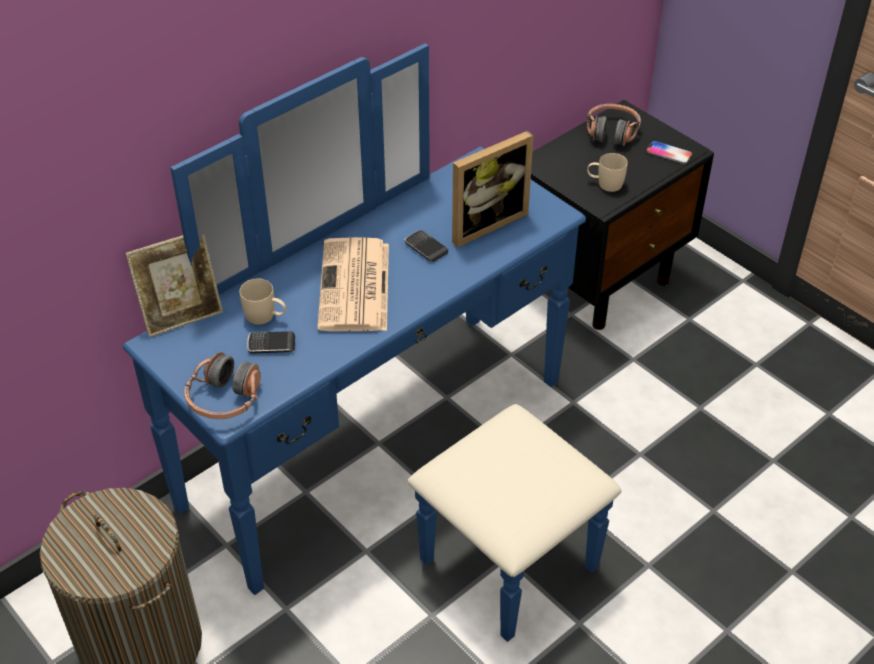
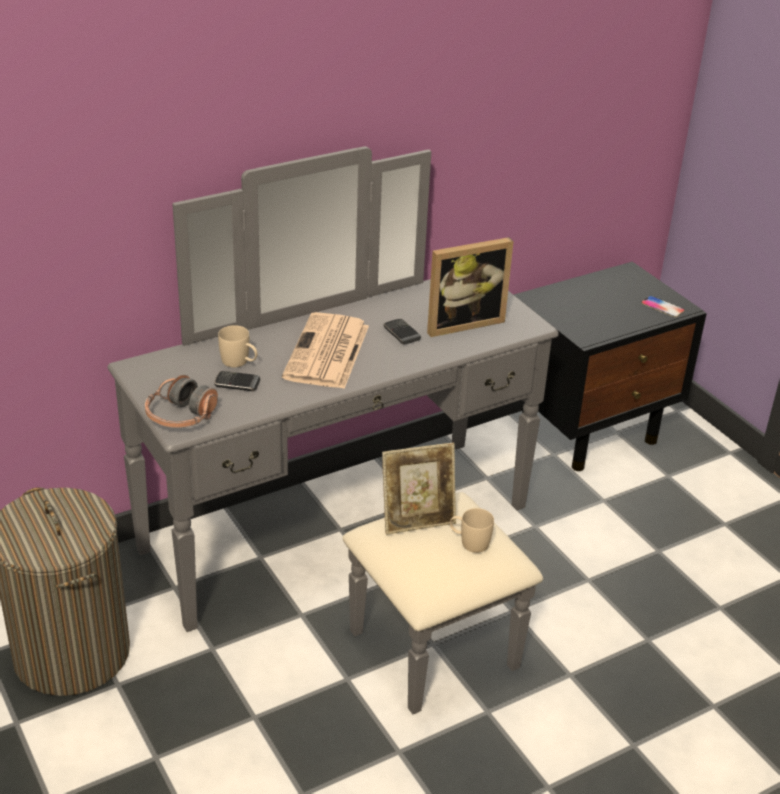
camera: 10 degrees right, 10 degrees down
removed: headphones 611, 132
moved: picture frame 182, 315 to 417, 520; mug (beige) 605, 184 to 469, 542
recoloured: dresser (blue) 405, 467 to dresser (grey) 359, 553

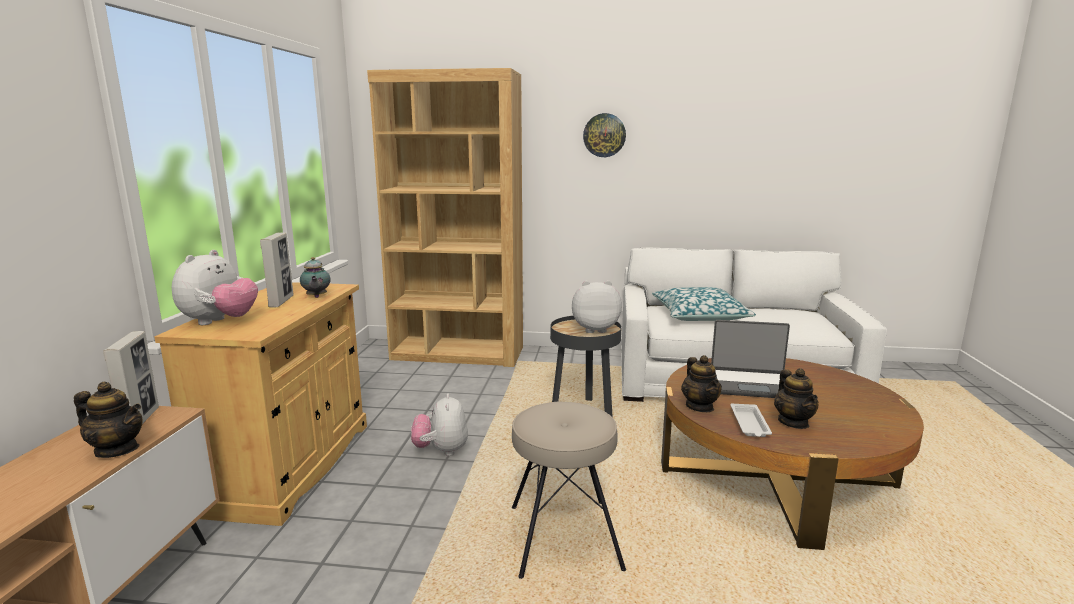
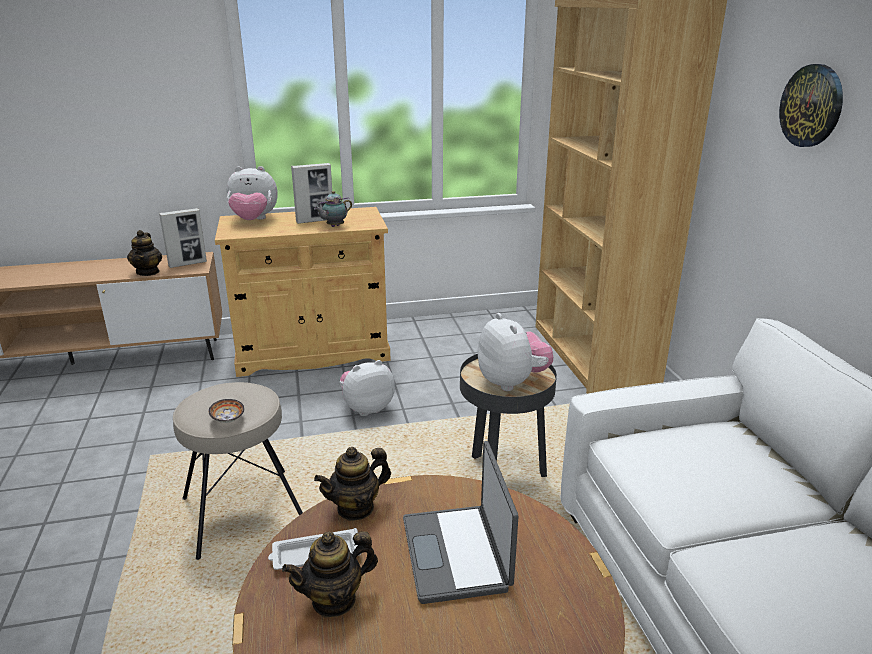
camera: 70 degrees right, 10 degrees up
removed: pillow 700, 315
added: bowl 228, 419

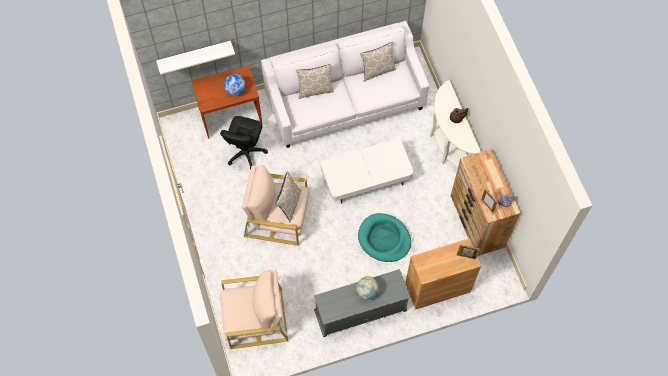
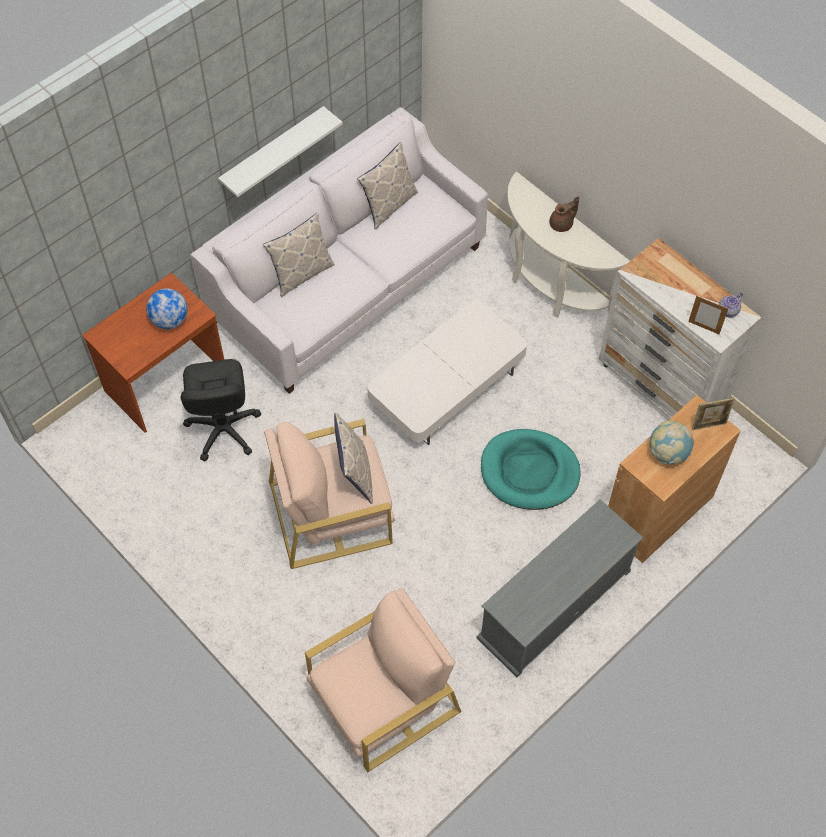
camera: 25 degrees left, 5 degrees down
moved: shelf (white) 194, 55 to 273, 151; globe 367, 291 to 668, 453
recoloured: dresser (brown) 476, 224 to dresser (white) 661, 386

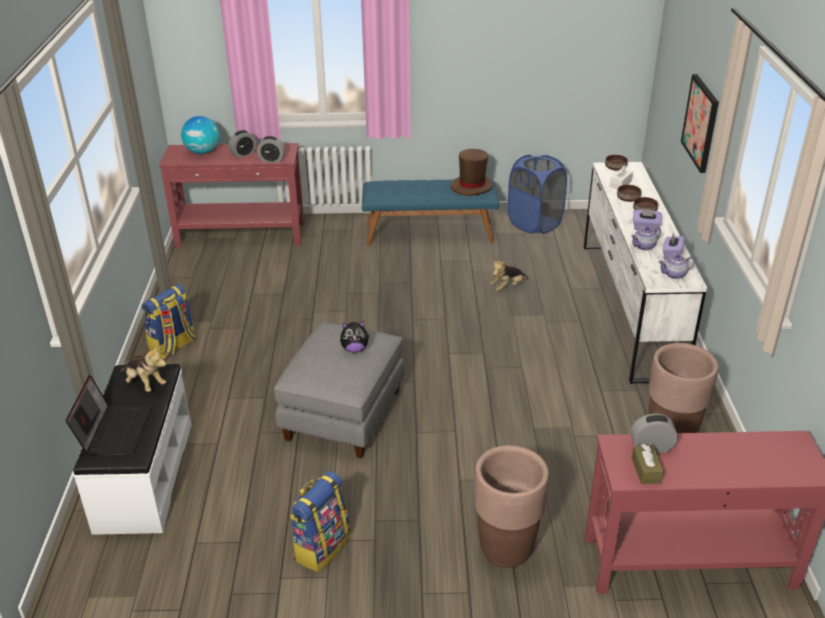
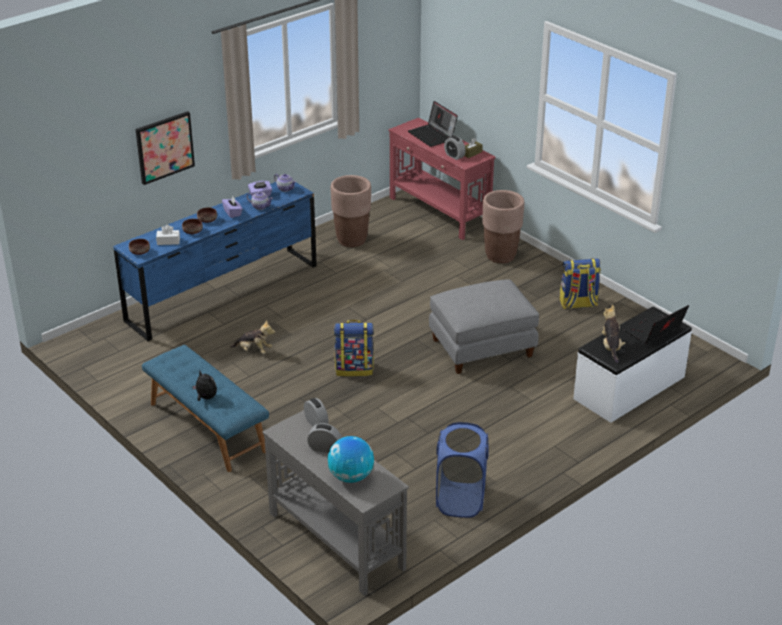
camera: 130 degrees left, 0 degrees up
removed: hat (brown) 472, 187
added: laptop 433, 135
moved: plush toy 354, 349 to 205, 397; backpack 173, 346 to 354, 369; laundry basket (blue) 534, 223 to 460, 500
recoloured: dresser (white) 629, 307 to dresser (blue) 223, 293; console table (red) 241, 235 to console table (grey) 336, 540

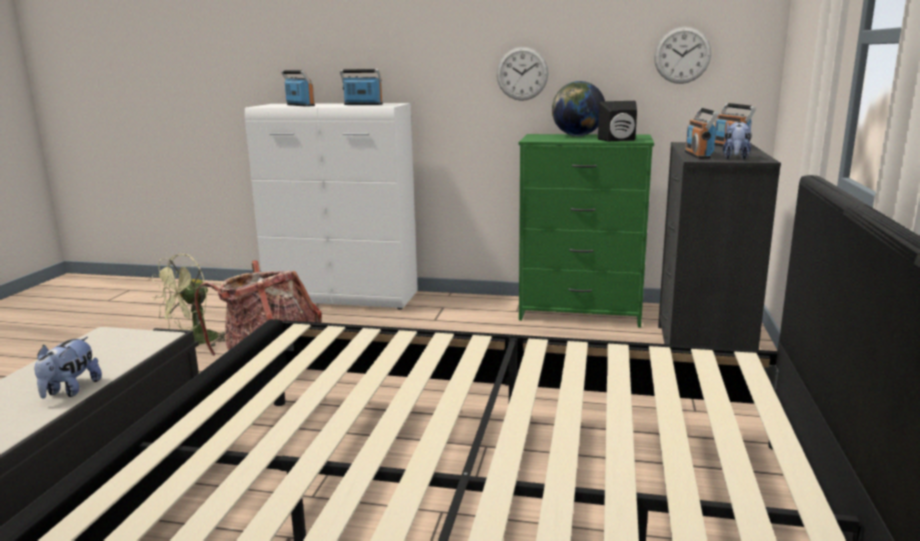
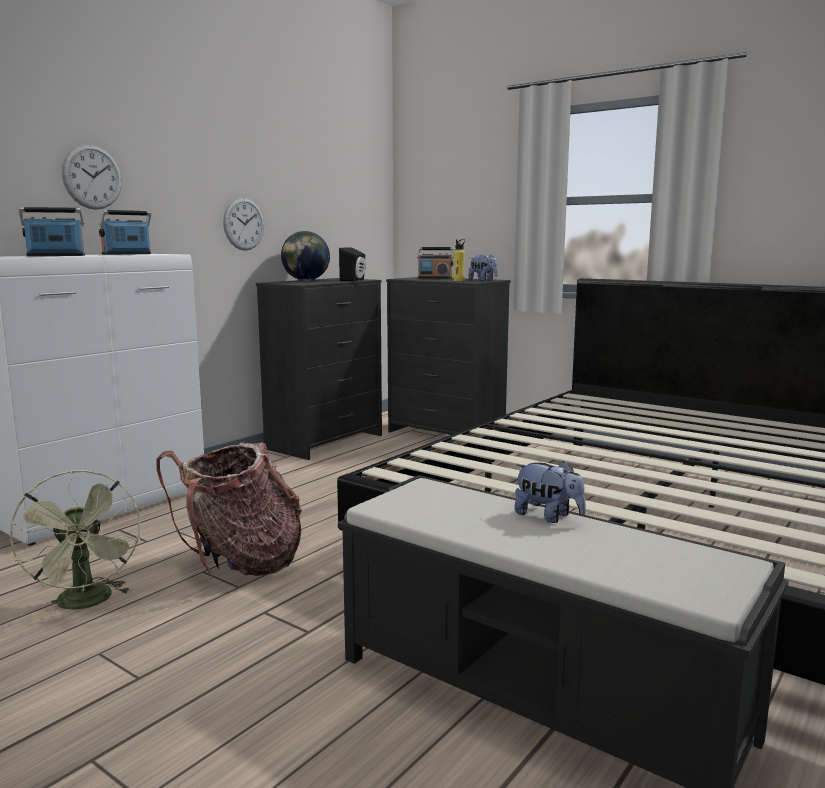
camera: 65 degrees left, 5 degrees down
moved: wall clock 682, 55 to 92, 177
replaced: radio 698, 155 to bottle (yellow) 459, 281
recoloured: dresser (green) 580, 312 to dresser (black) 325, 442

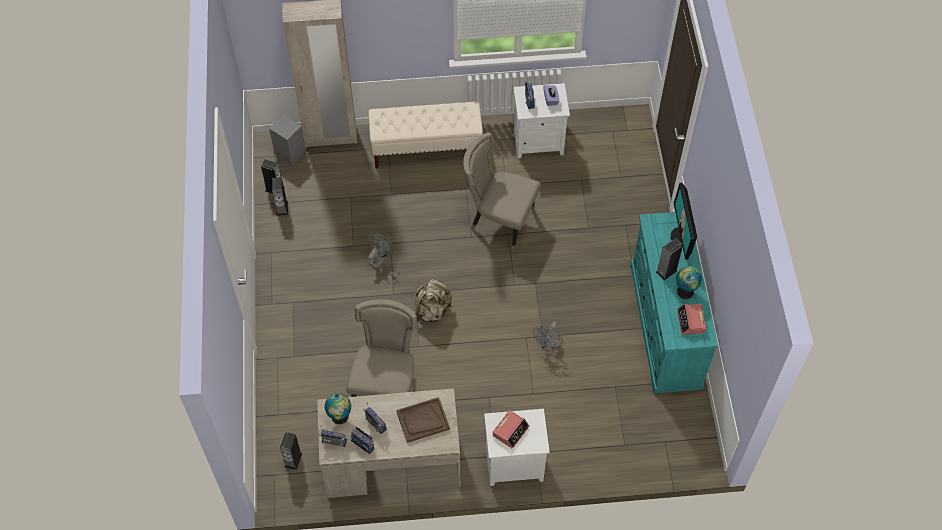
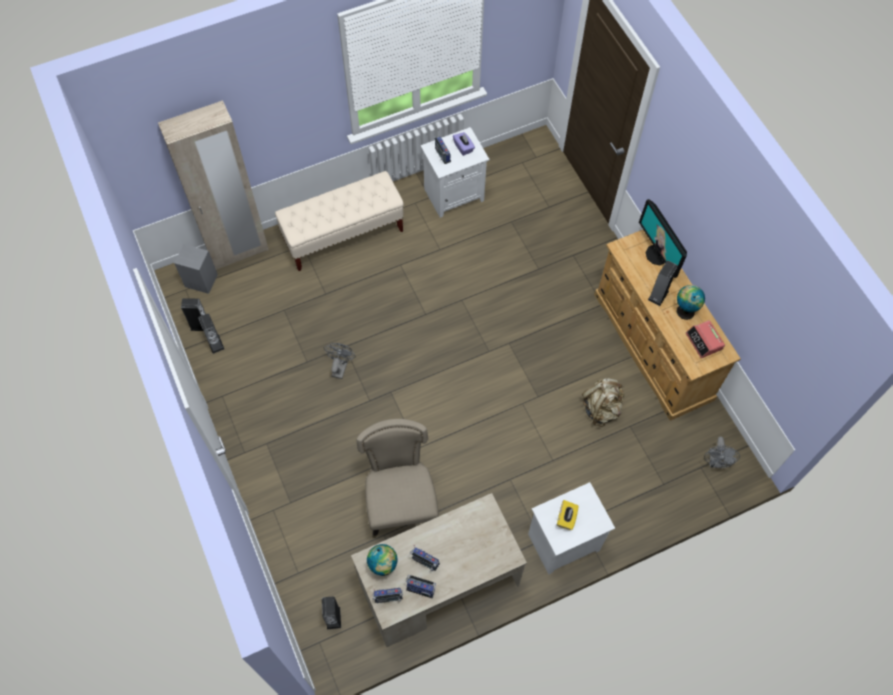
camera: 20 degrees left, 5 degrees up
removed: tray (brown) 423, 420; chair (beige) 499, 220
moved: backpack (beige) 432, 310 to 601, 408; fan (grey) 548, 345 to 715, 462
replaced: alarm clock 510, 431 to tissue box (yellow) 566, 518
recoloured: dresser (turquoise) 665, 326 to dresser (beige) 653, 347

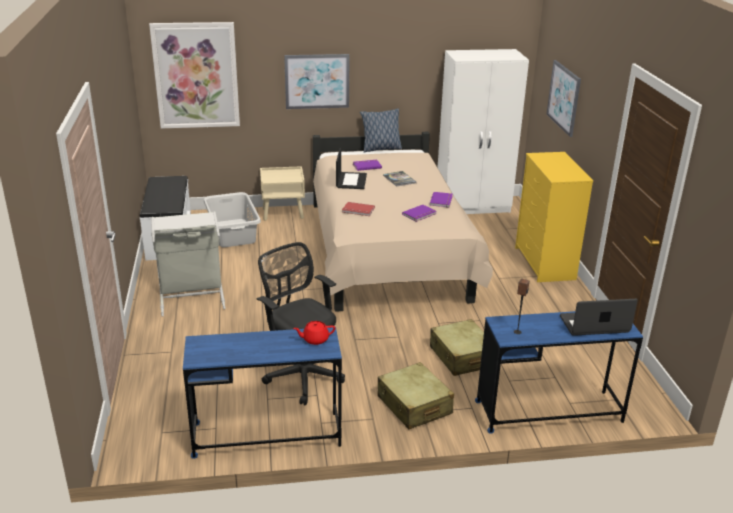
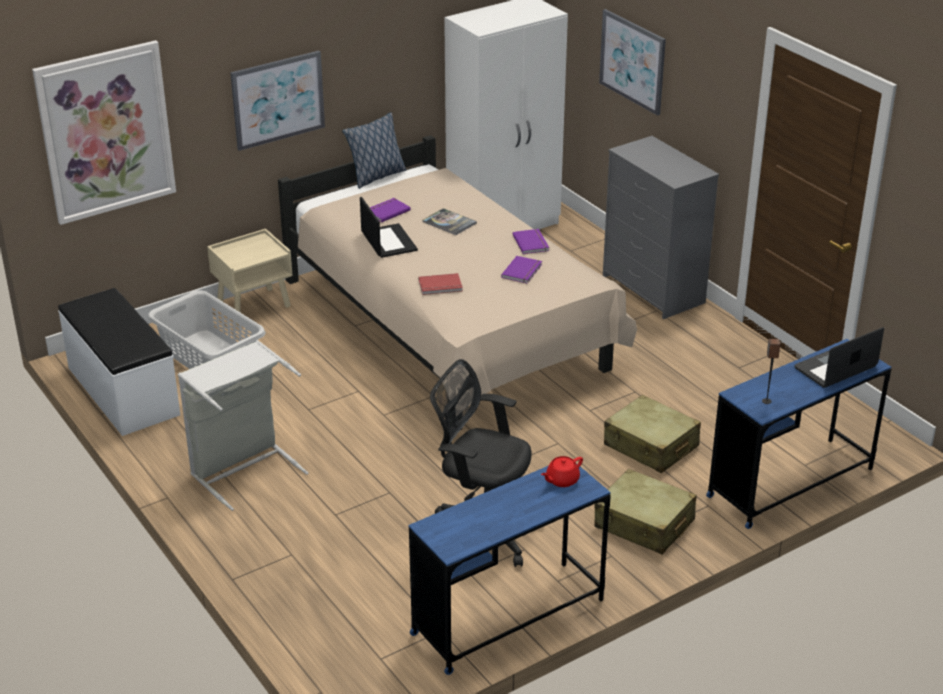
camera: 25 degrees left, 5 degrees up
recoloured: dresser (yellow) 545, 263 to dresser (grey) 654, 290

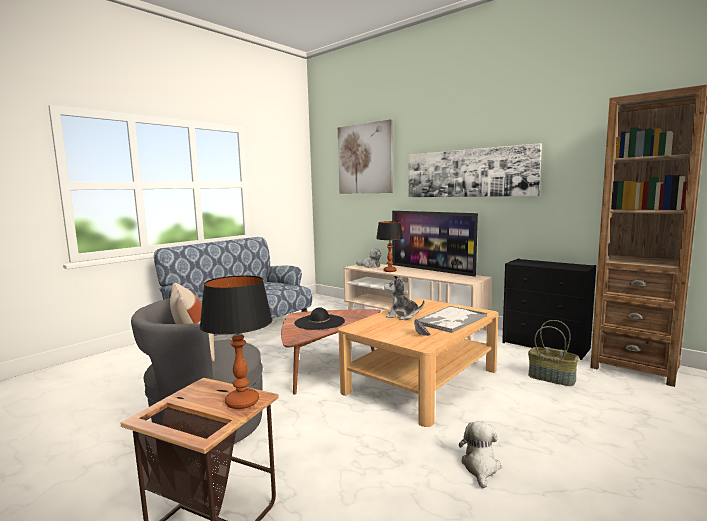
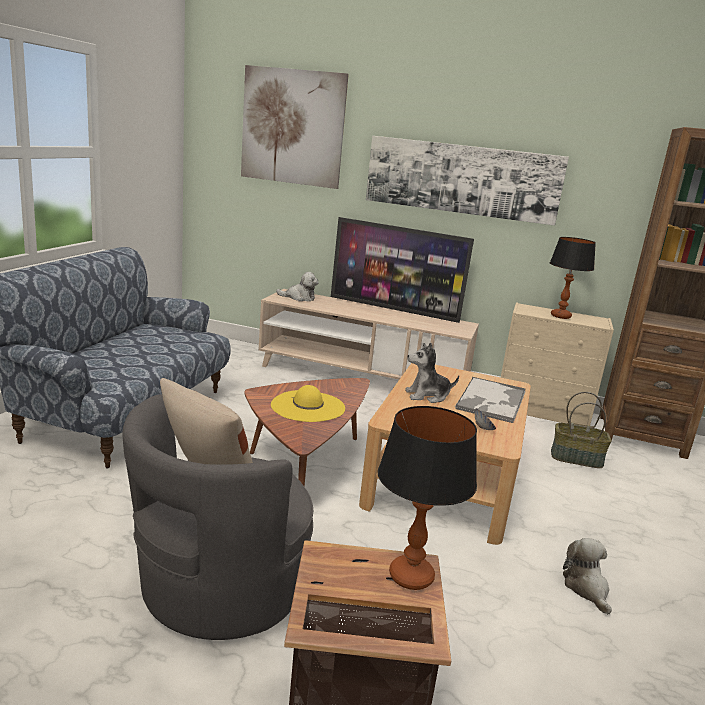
camera: 25 degrees left, 10 degrees up
moved: table lamp 390, 271 to 561, 316
recoloured: hat (black) 319, 322 to hat (yellow) 308, 406; dresser (black) 546, 346 to dresser (beige) 542, 412

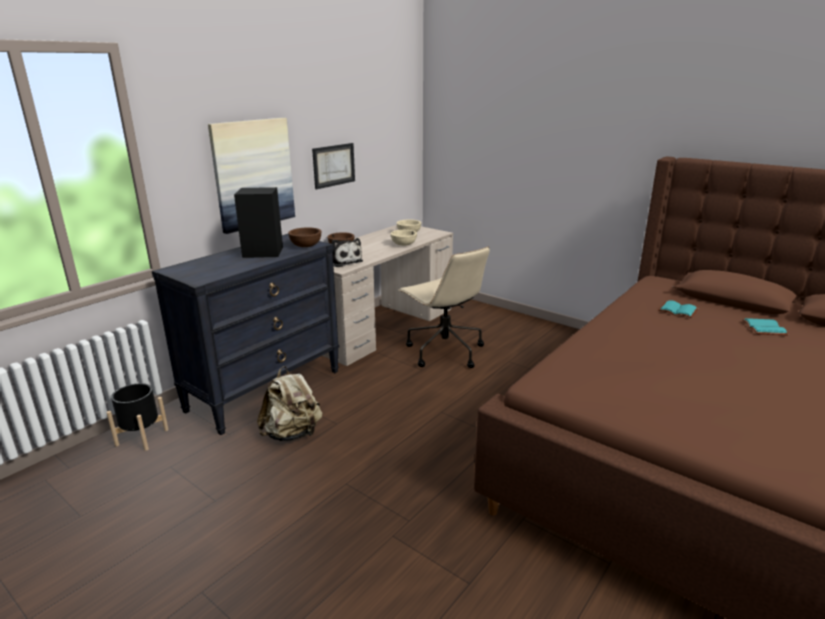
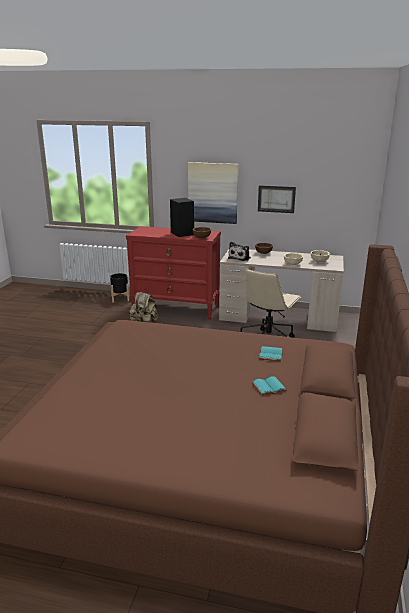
camera: 65 degrees right, 0 degrees up
recoloured: dresser (black) 265, 390 to dresser (red) 176, 308

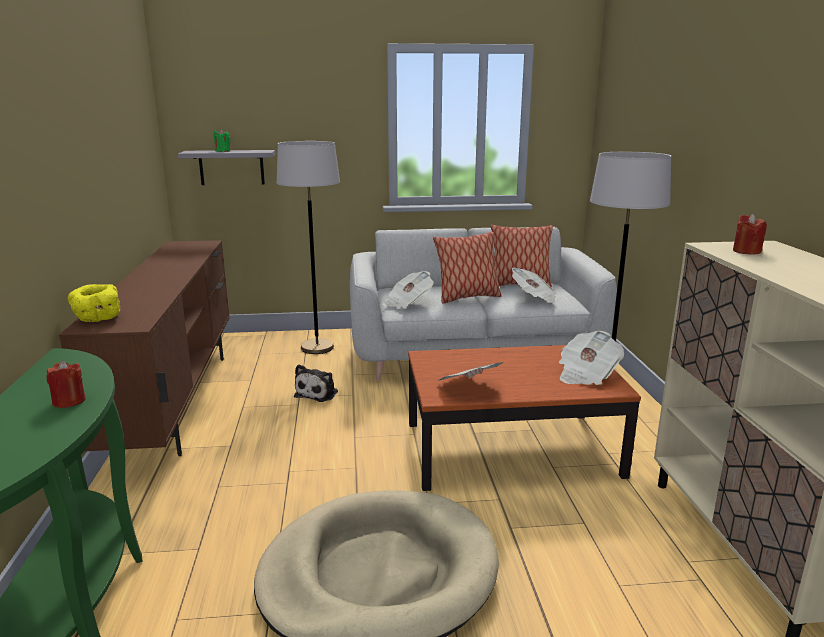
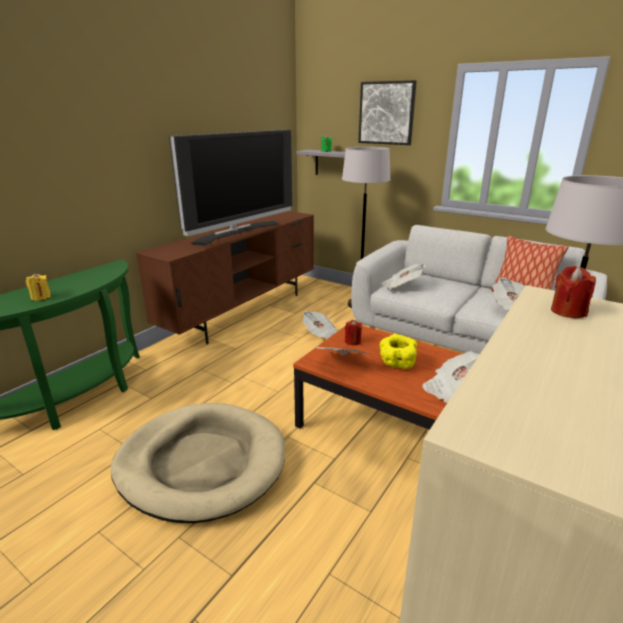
camera: 40 degrees right, 5 degrees up
removed: pillow 467, 297
added: candle (yellow) 41, 297; television 238, 232; picture 386, 113
moved: candle (red) 69, 401 to 352, 341; bowl (yellow) 98, 319 to 397, 364
replaced: plush toy 318, 393 to newspaper 320, 335

